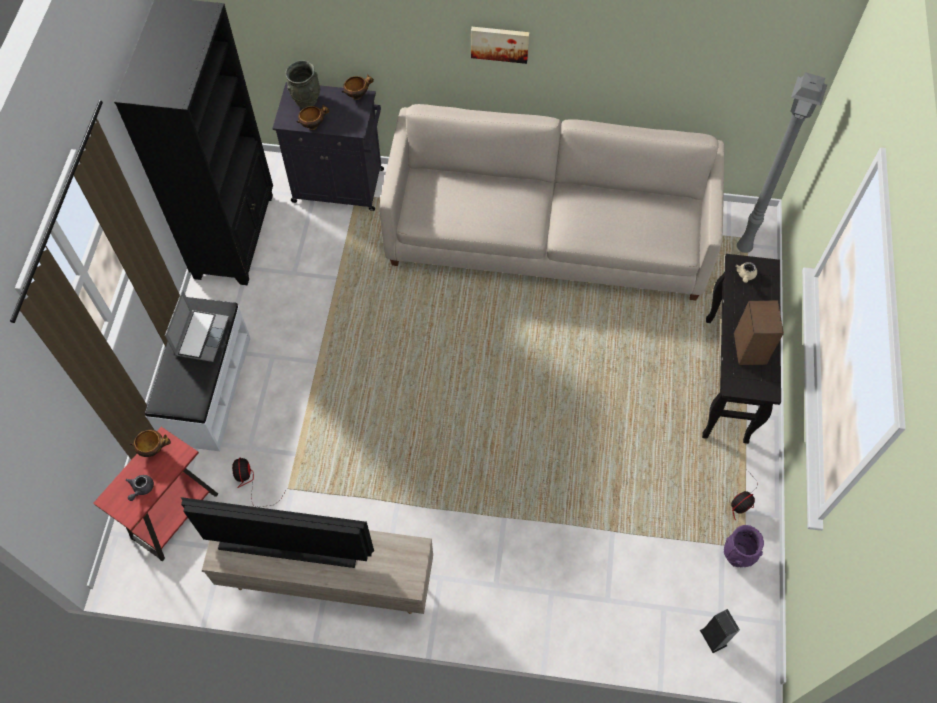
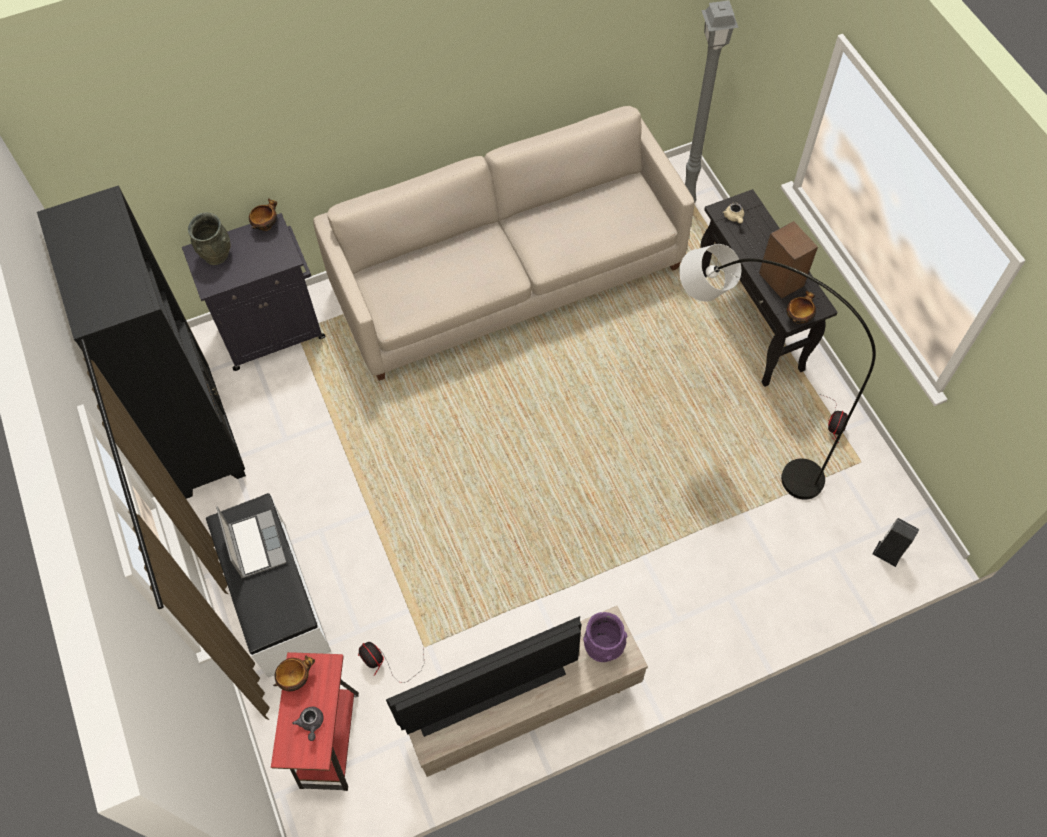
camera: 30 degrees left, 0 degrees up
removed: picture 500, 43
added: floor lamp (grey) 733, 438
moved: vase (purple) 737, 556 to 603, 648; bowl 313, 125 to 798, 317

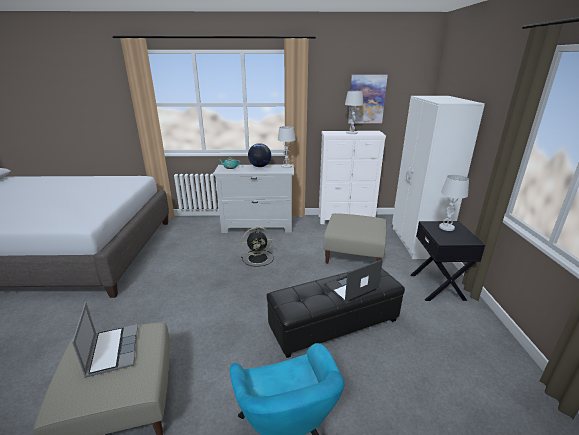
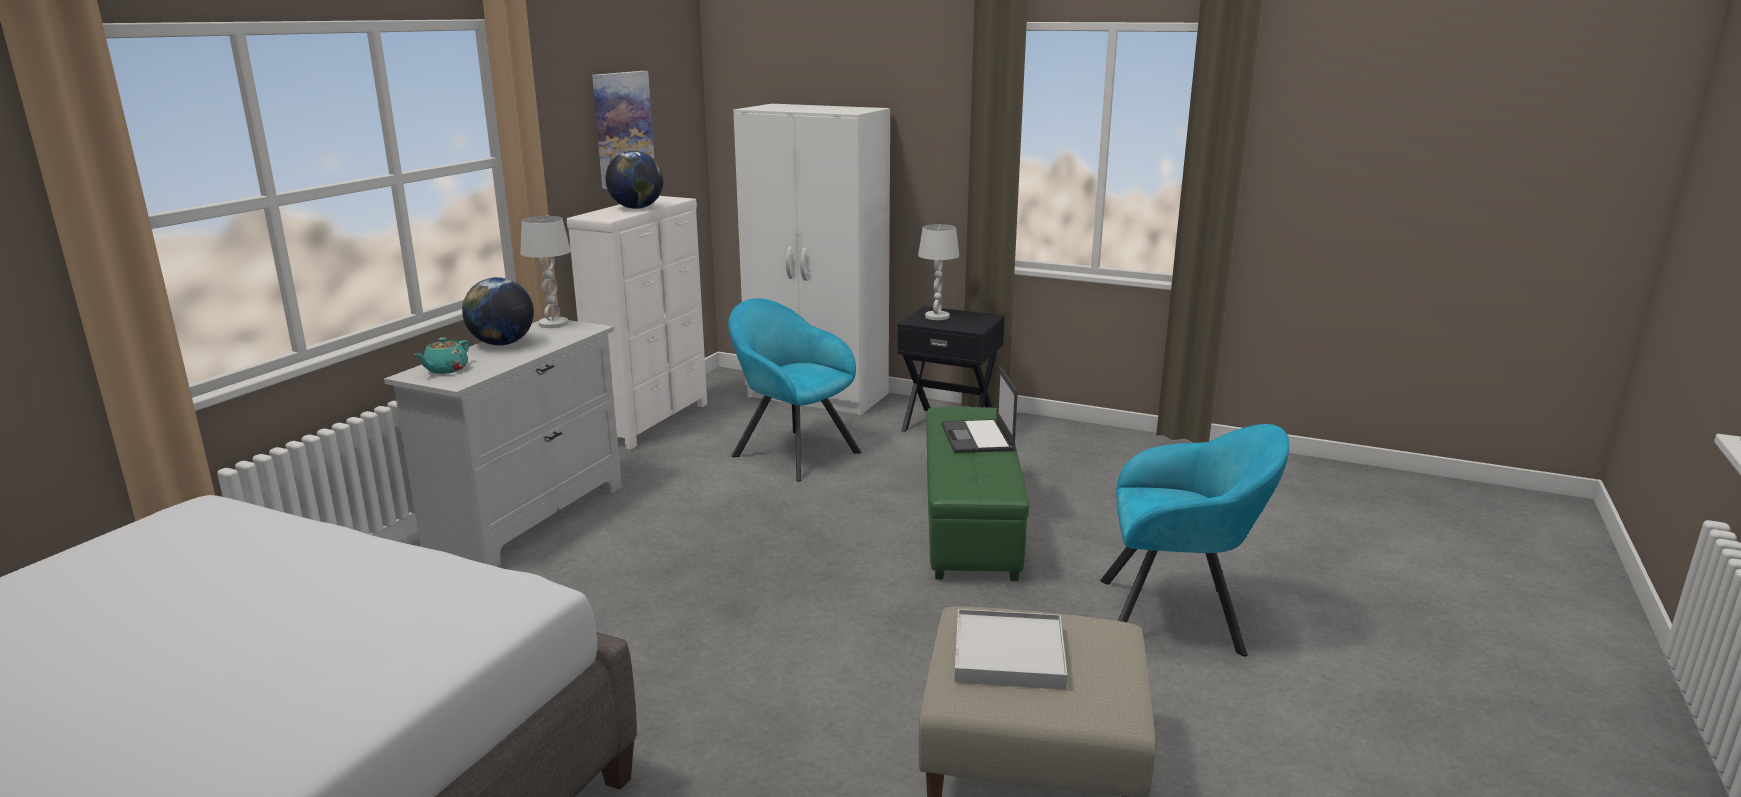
camera: 65 degrees left, 5 degrees down
removed: fan (black) 258, 258
replaced: table lamp (white) 351, 133 to globe 636, 208; ottoman (beige) 354, 254 to armchair (turquoise) 791, 452; laptop 112, 350 to tray (white) 1008, 654
recoloured: ottoman (black) 334, 325 to ottoman (green) 971, 523

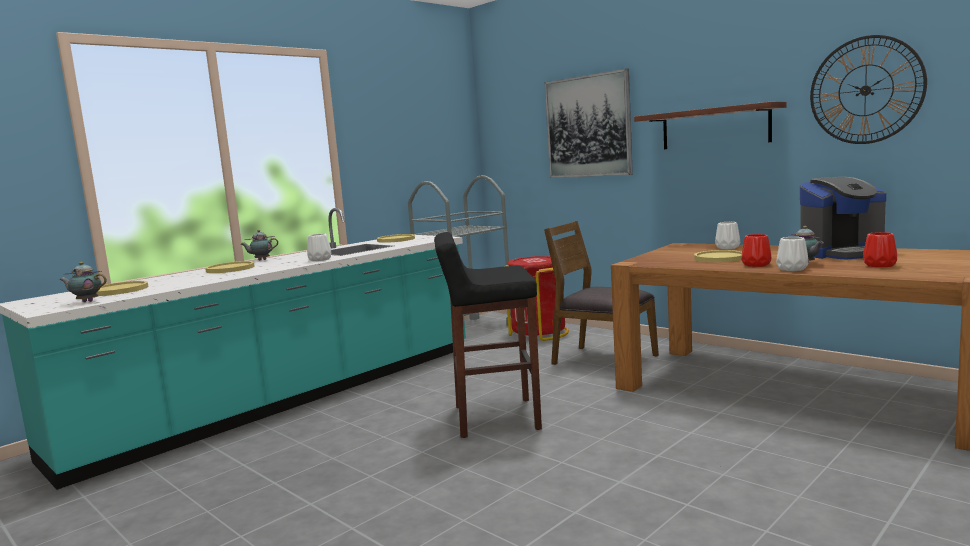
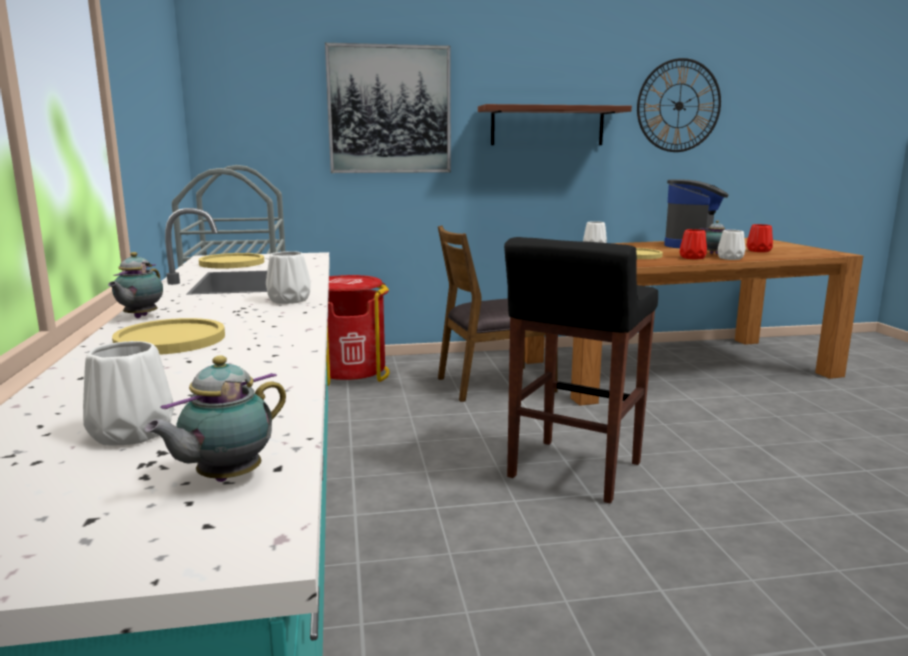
camera: 55 degrees left, 5 degrees up
replaced: plate (yellow) 119, 290 to vase (white) 131, 434

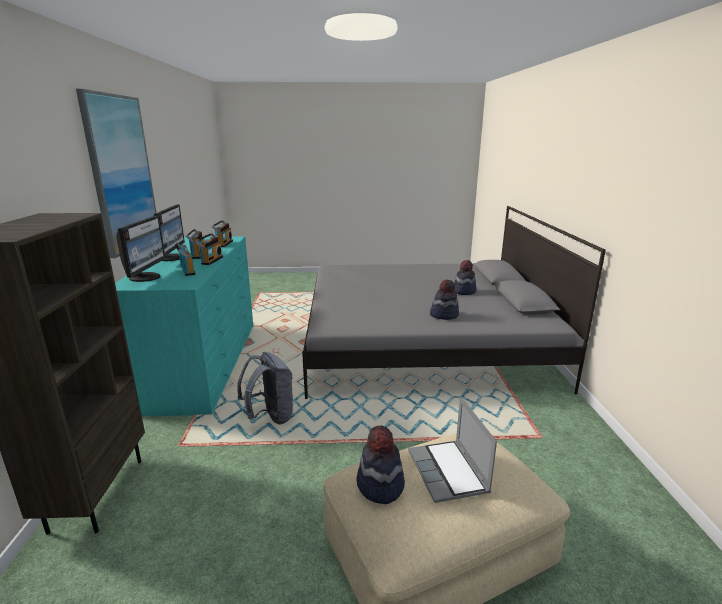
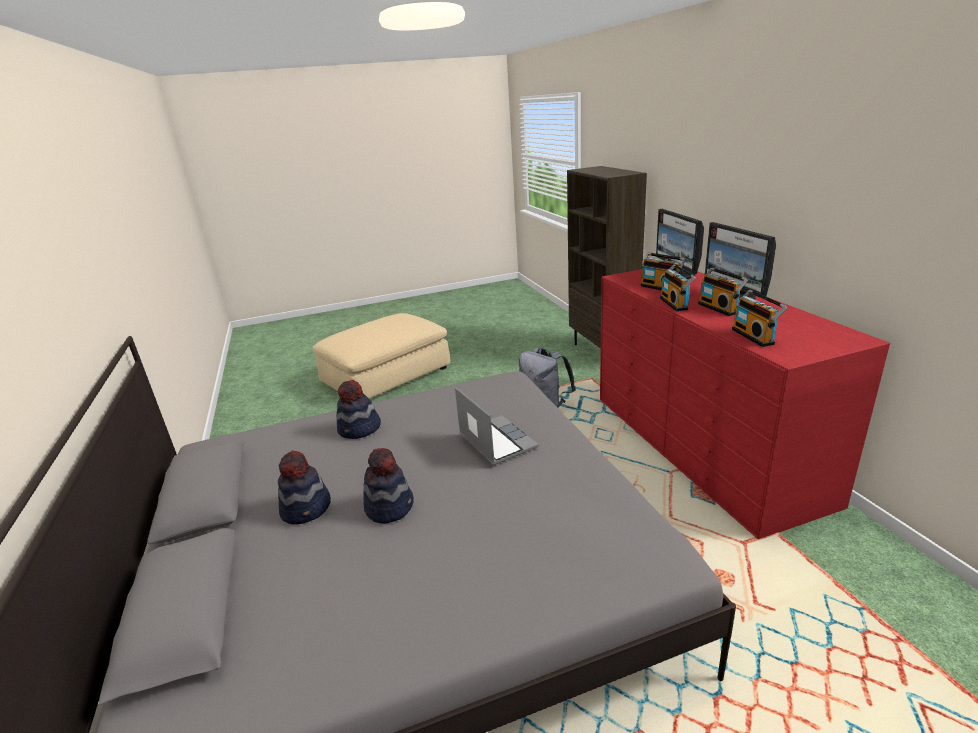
camera: 165 degrees right, 5 degrees up
removed: picture 122, 173
moved: hat 380, 485 to 390, 506; laptop 449, 472 to 496, 441
recoloured: dresser (turquoise) 203, 363 to dresser (red) 702, 445

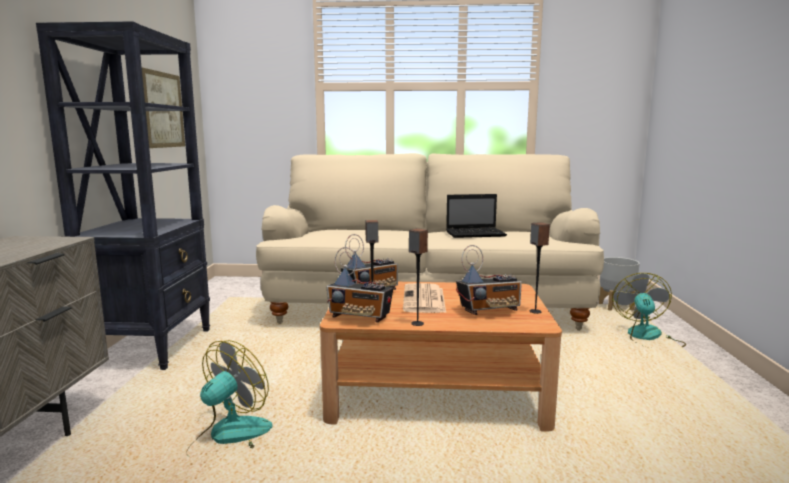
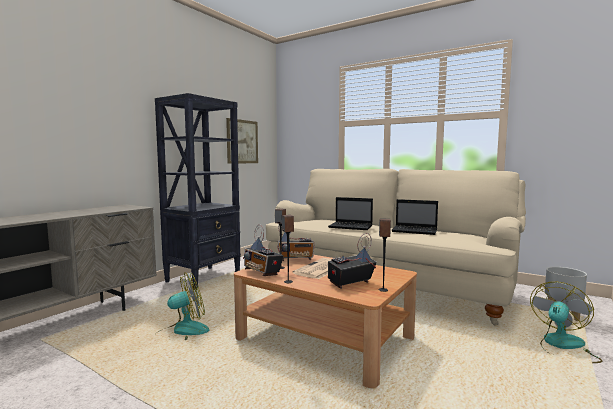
camera: 30 degrees right, 5 degrees down
added: laptop 351, 227
turned: radio 489, 311 = 350, 283 135 degrees clockwise

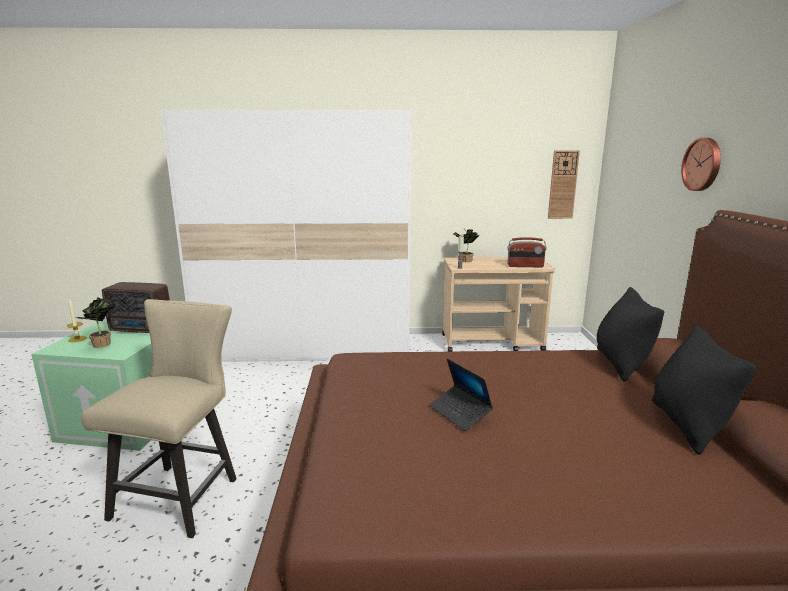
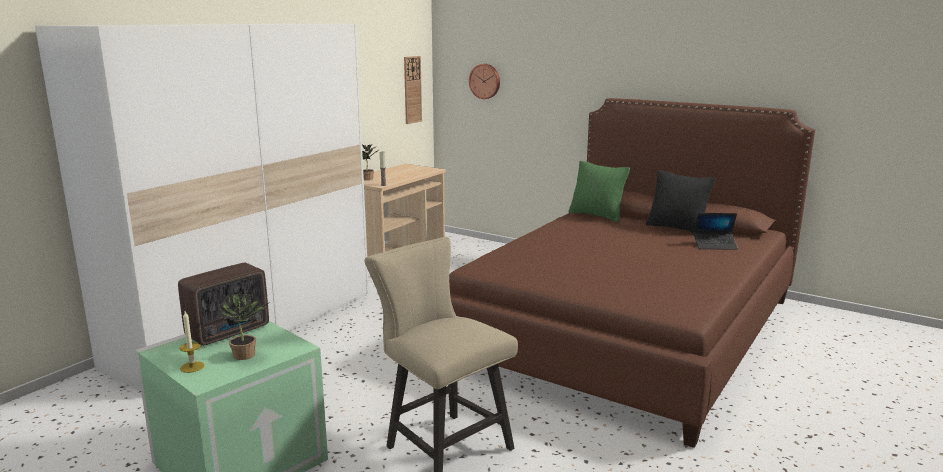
camera: 55 degrees left, 0 degrees up
removed: radio 525, 266
moved: wall clock 703, 164 to 485, 81; laptop 460, 413 to 715, 245
recoloured: pillow (black) 621, 364 to pillow (green) 596, 215

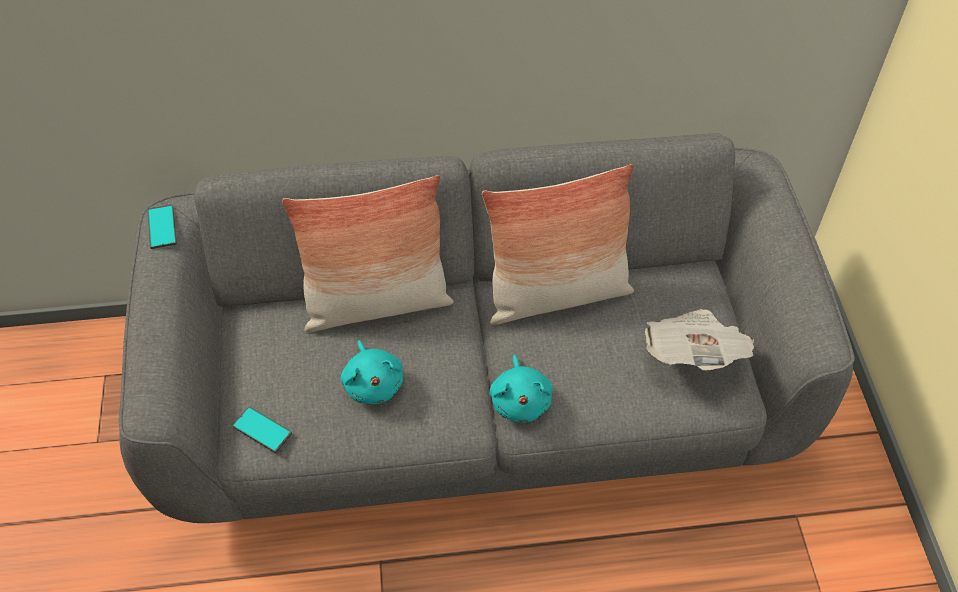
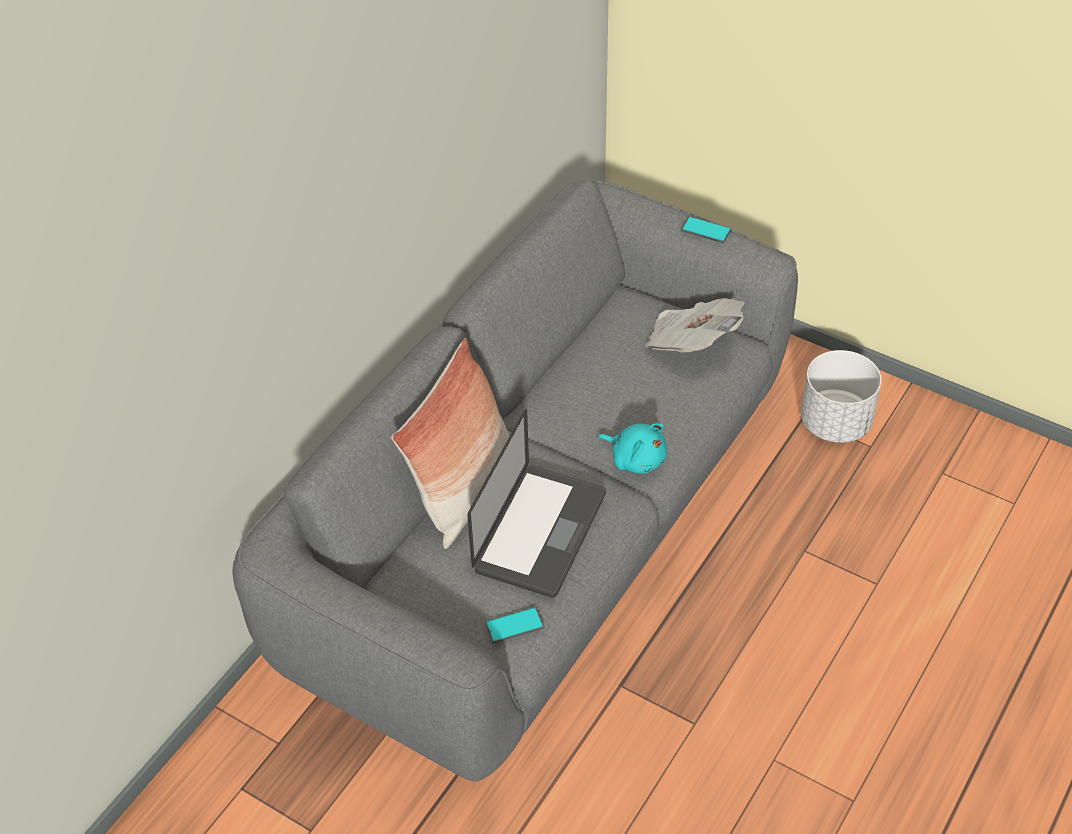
camera: 50 degrees left, 5 degrees down
removed: pillow 557, 294
added: planter (white) 835, 422
moved: phone 162, 227 to 705, 230
replaced: plush toy (turquoise) 373, 383 to laptop 540, 532

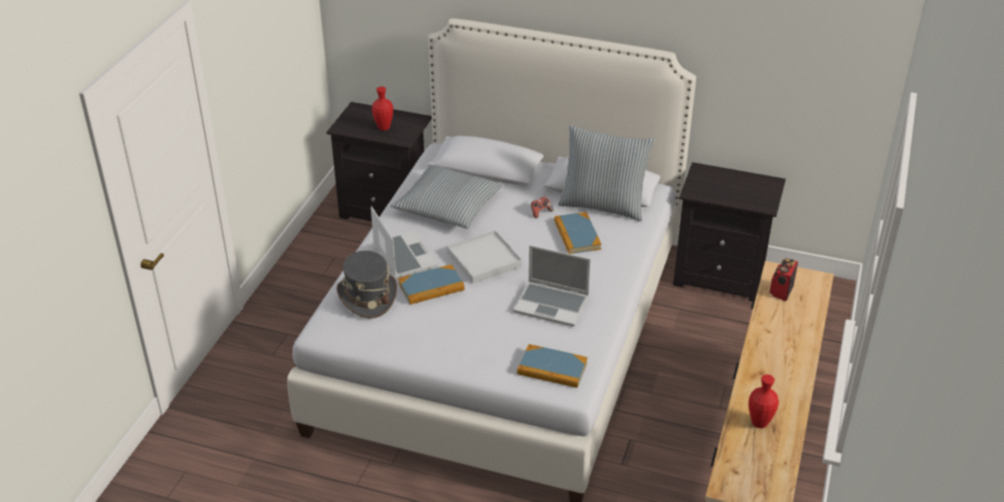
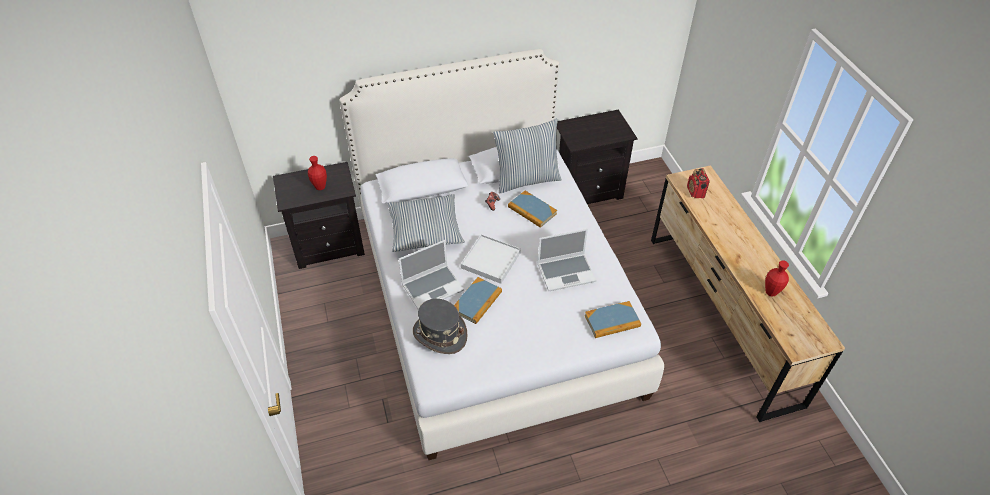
camera: 35 degrees left, 10 degrees up
turned: laptop 403, 256 = 433, 287 120 degrees clockwise

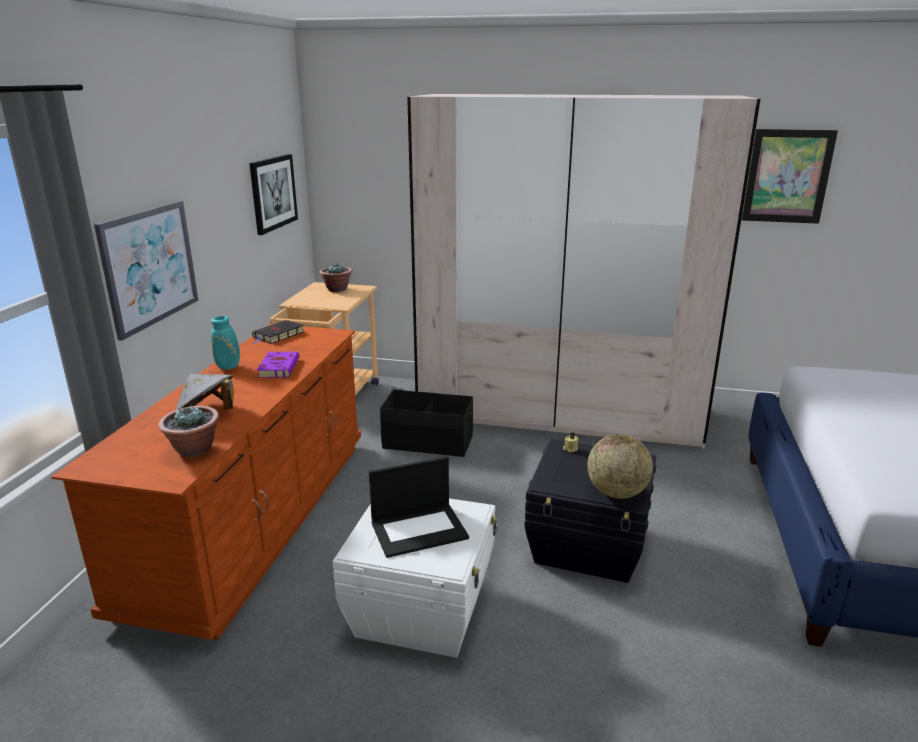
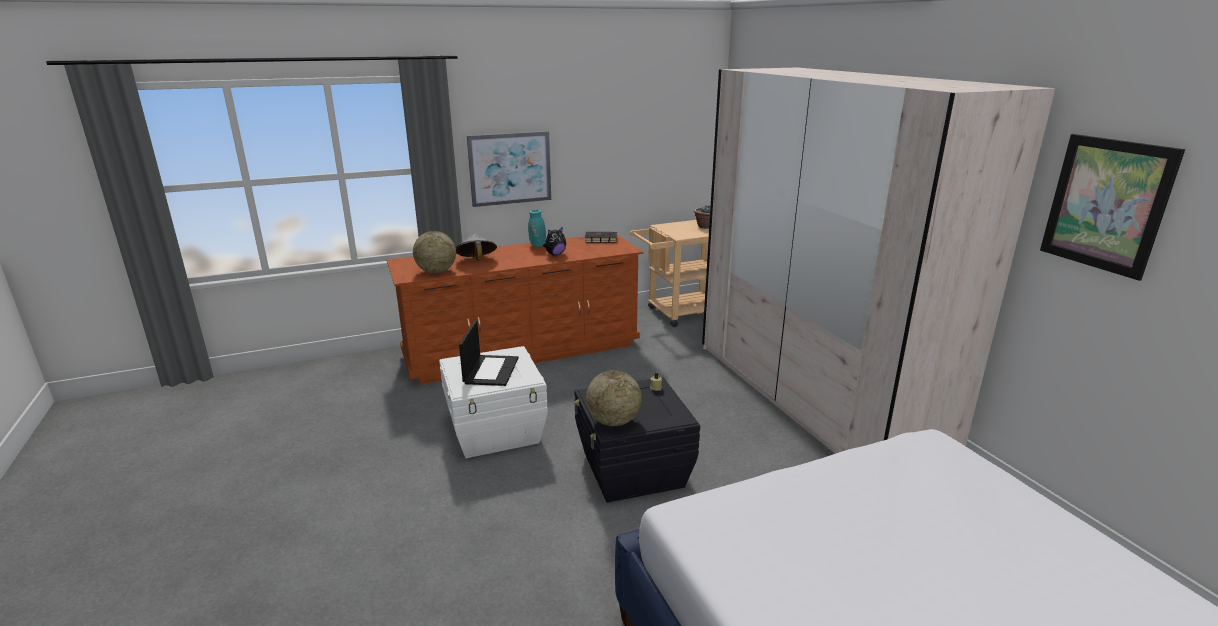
camera: 55 degrees right, 0 degrees up
removed: picture 273, 193; storage box (black) 428, 442
replaced: potted plant 194, 450 to globe 436, 272; book (purple) 279, 367 to plush toy 555, 254
turned: laptop 419, 529 = 490, 370 120 degrees counterclockwise

